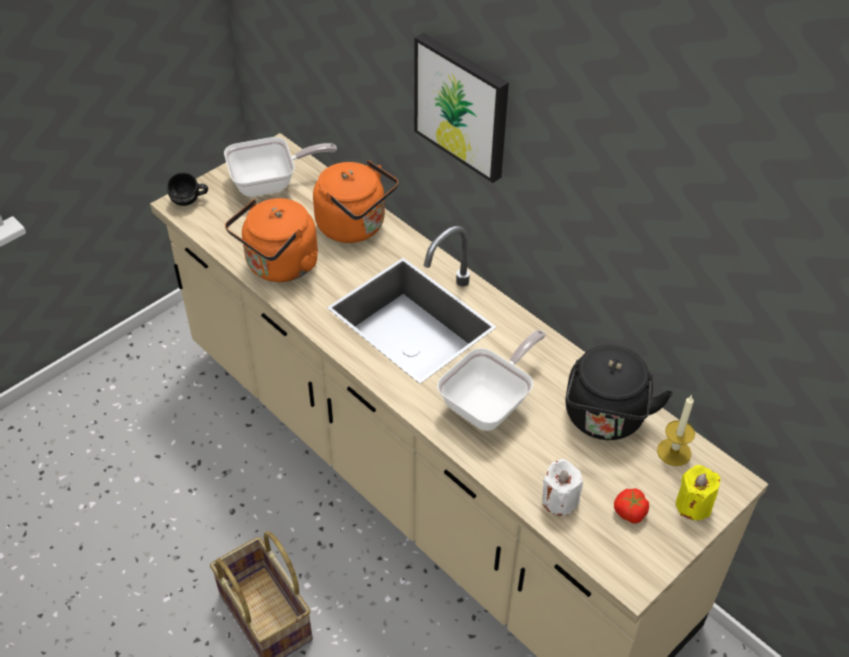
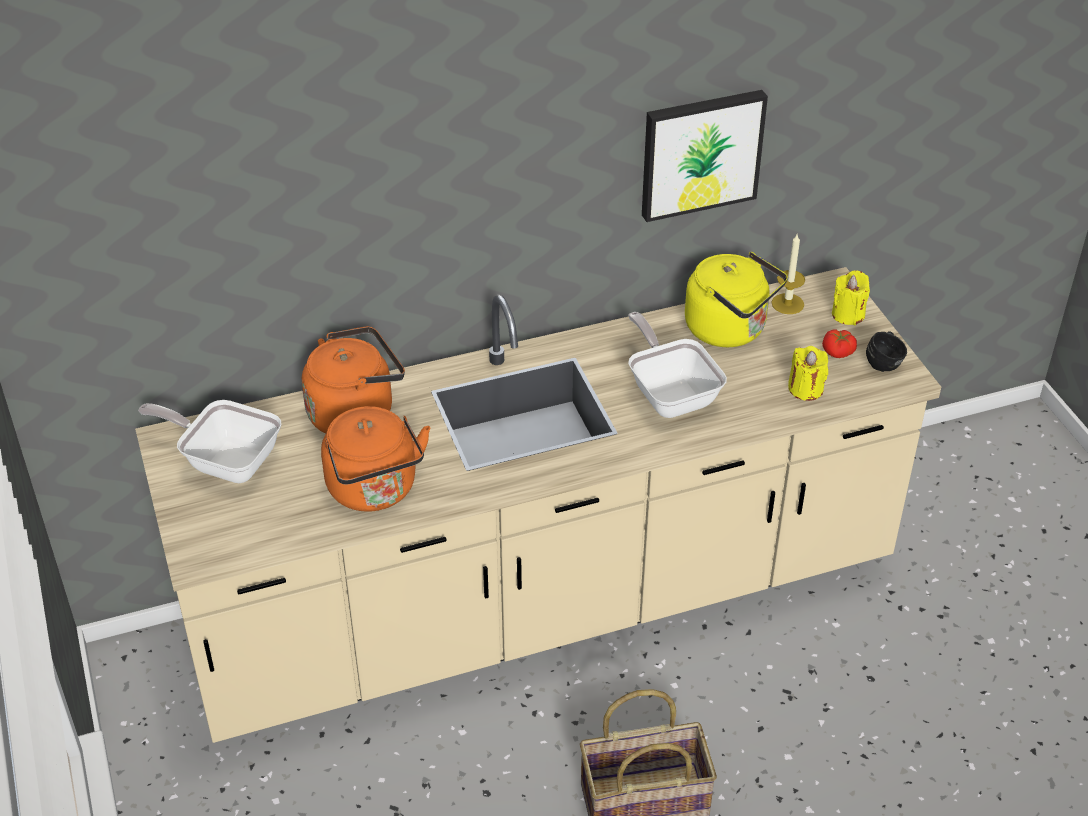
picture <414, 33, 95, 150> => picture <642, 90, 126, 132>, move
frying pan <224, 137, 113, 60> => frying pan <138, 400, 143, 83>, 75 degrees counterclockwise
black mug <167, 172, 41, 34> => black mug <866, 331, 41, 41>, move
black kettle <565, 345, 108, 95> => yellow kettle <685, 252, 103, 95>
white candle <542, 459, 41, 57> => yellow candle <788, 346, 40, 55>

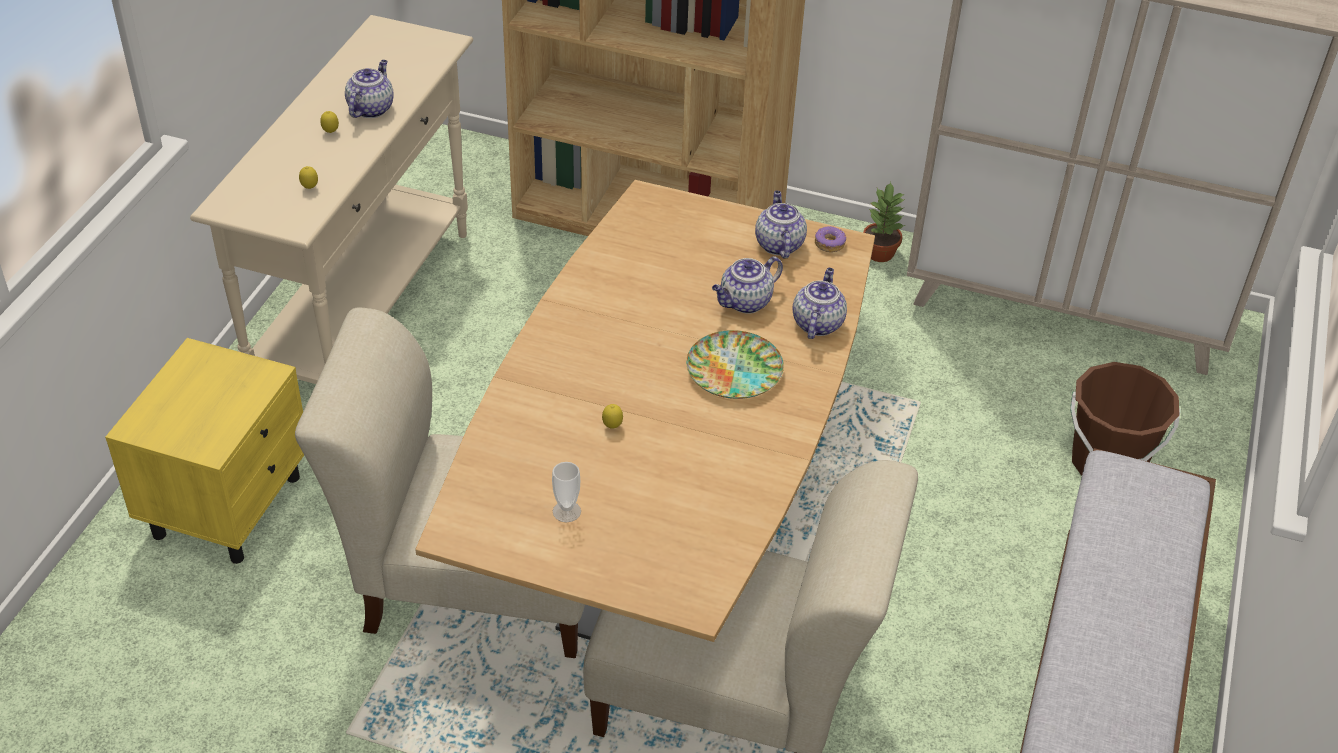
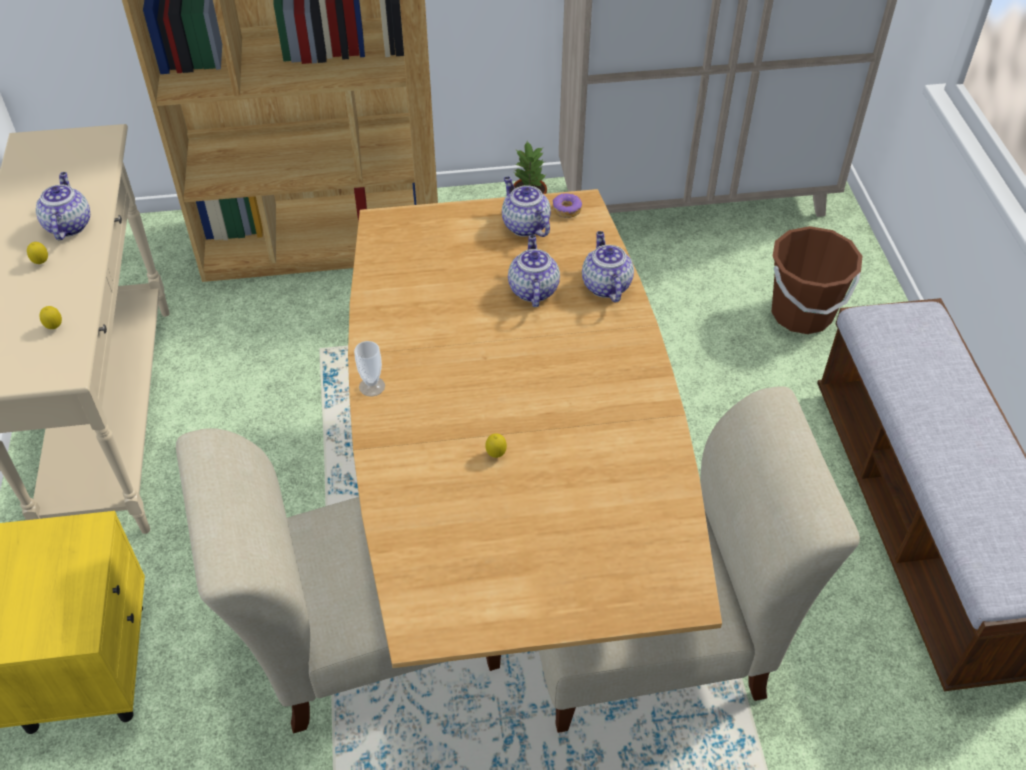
teapot <712, 256, 71, 58> => teapot <508, 235, 52, 72>, 150 degrees clockwise
plate <686, 330, 98, 69> => nothing
cup <552, 462, 29, 61> => cup <354, 341, 31, 55>, move

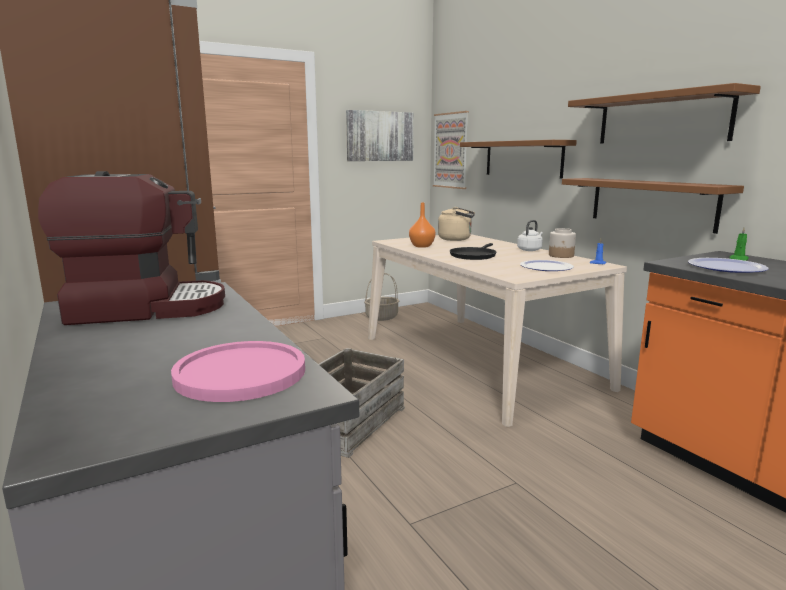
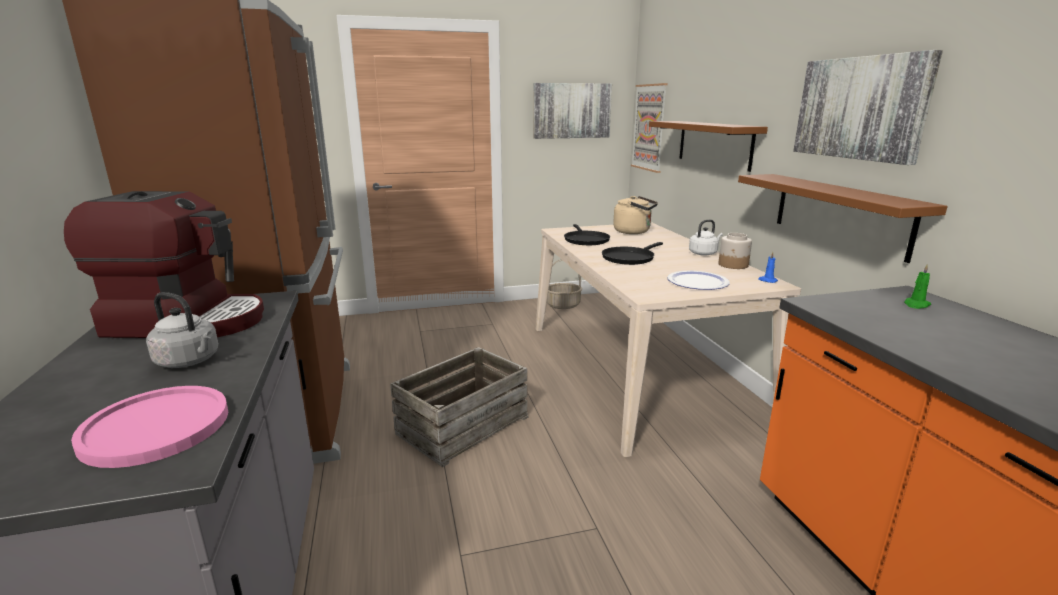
brown shelf <568, 83, 193, 61> => picture <793, 50, 150, 115>
orange vase <409, 202, 27, 46> => black frying pan <564, 224, 46, 21>
plate <688, 258, 81, 15> => nothing
nothing => grey kettle <146, 292, 73, 76>

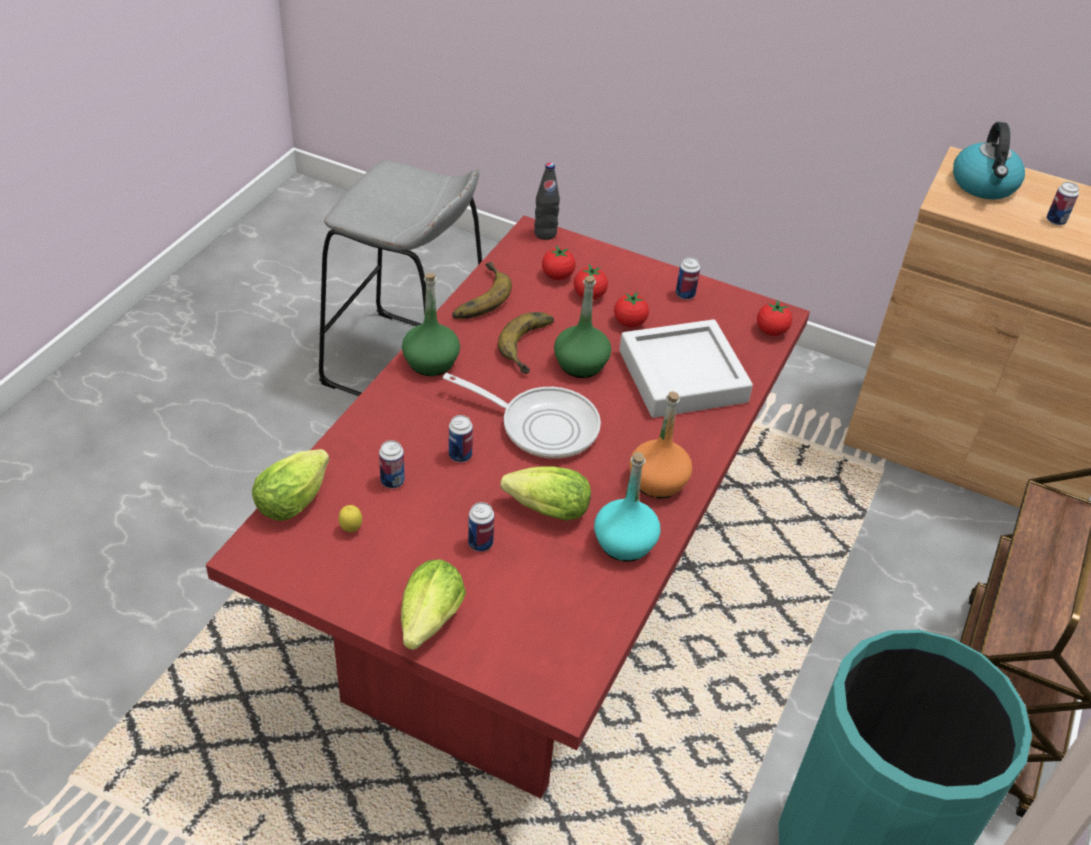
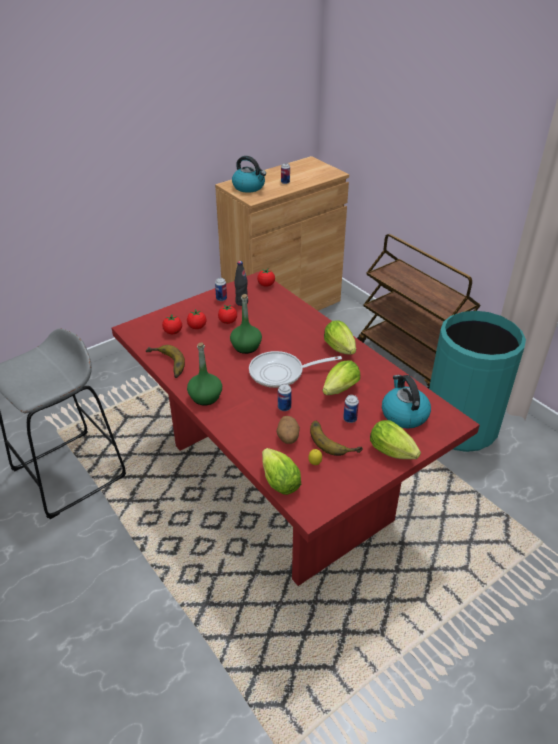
black bottle <534, 162, 26, 78> => black bottle <234, 261, 14, 45>, move
banana <498, 312, 56, 62> => banana <310, 421, 53, 35>, move
grey tray <619, 319, 134, 99> => nothing
frying pan <443, 373, 158, 86> => frying pan <249, 351, 93, 37>, 150 degrees counterclockwise
orange bottle <629, 391, 63, 108> => lettuce <324, 321, 32, 34>
can <379, 440, 26, 48> => potato <277, 416, 23, 28>
turquoise bottle <594, 452, 66, 110> => nothing
nothing => kettle <382, 375, 49, 53>

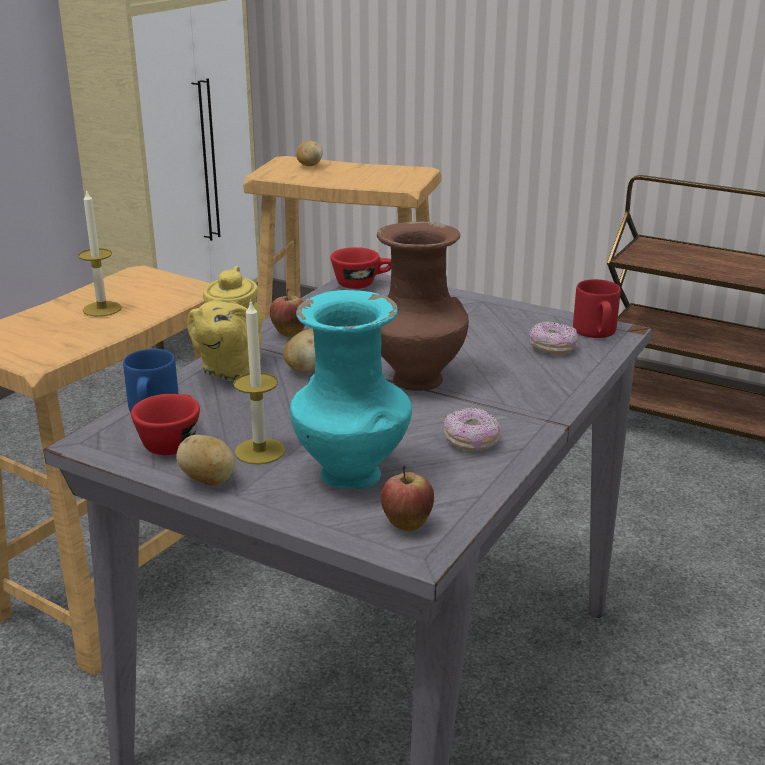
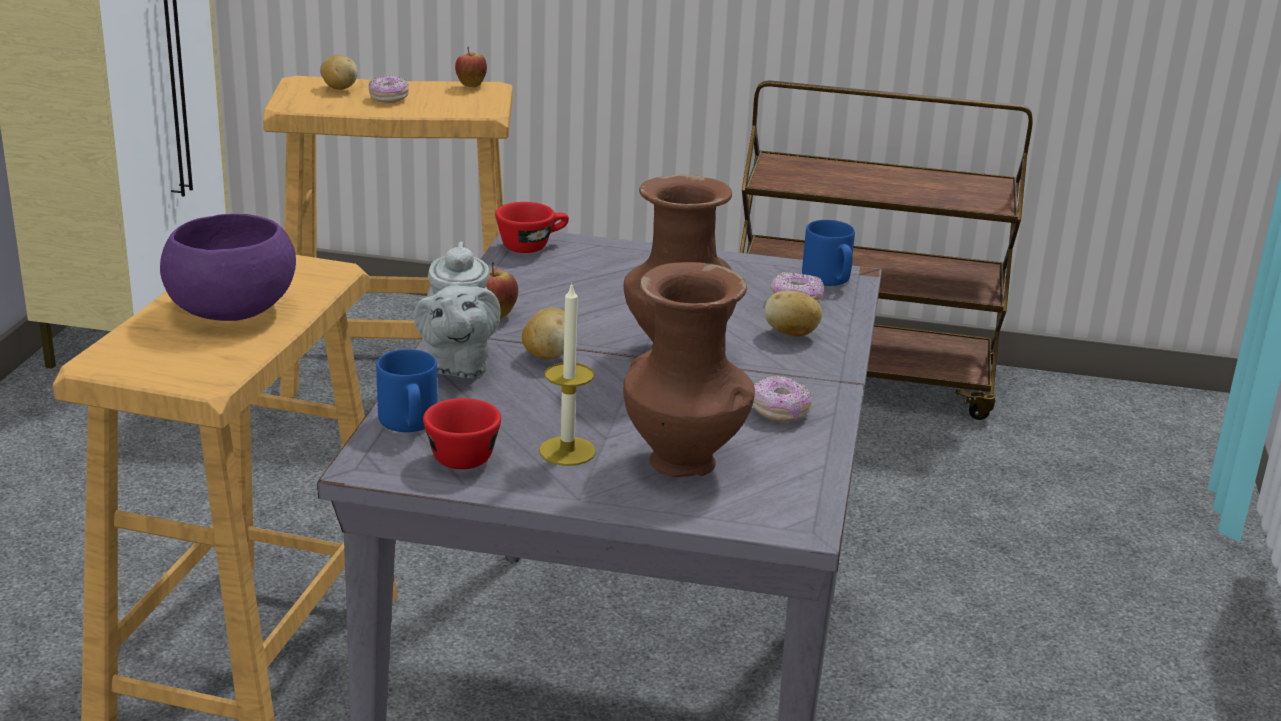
candle <78, 189, 44, 128> => purple bowl <160, 214, 136, 107>
yellow teapot <187, 266, 75, 115> => grey teapot <414, 241, 87, 137>
red mug <573, 279, 48, 59> => blue mug <802, 220, 53, 66>
turquoise vase <290, 290, 122, 200> => brown vase <623, 262, 132, 215>
potato <176, 435, 60, 51> => potato <765, 291, 57, 46>, move
apple <381, 466, 53, 66> => apple <455, 47, 32, 41>, move
nothing => donut <369, 75, 40, 28>

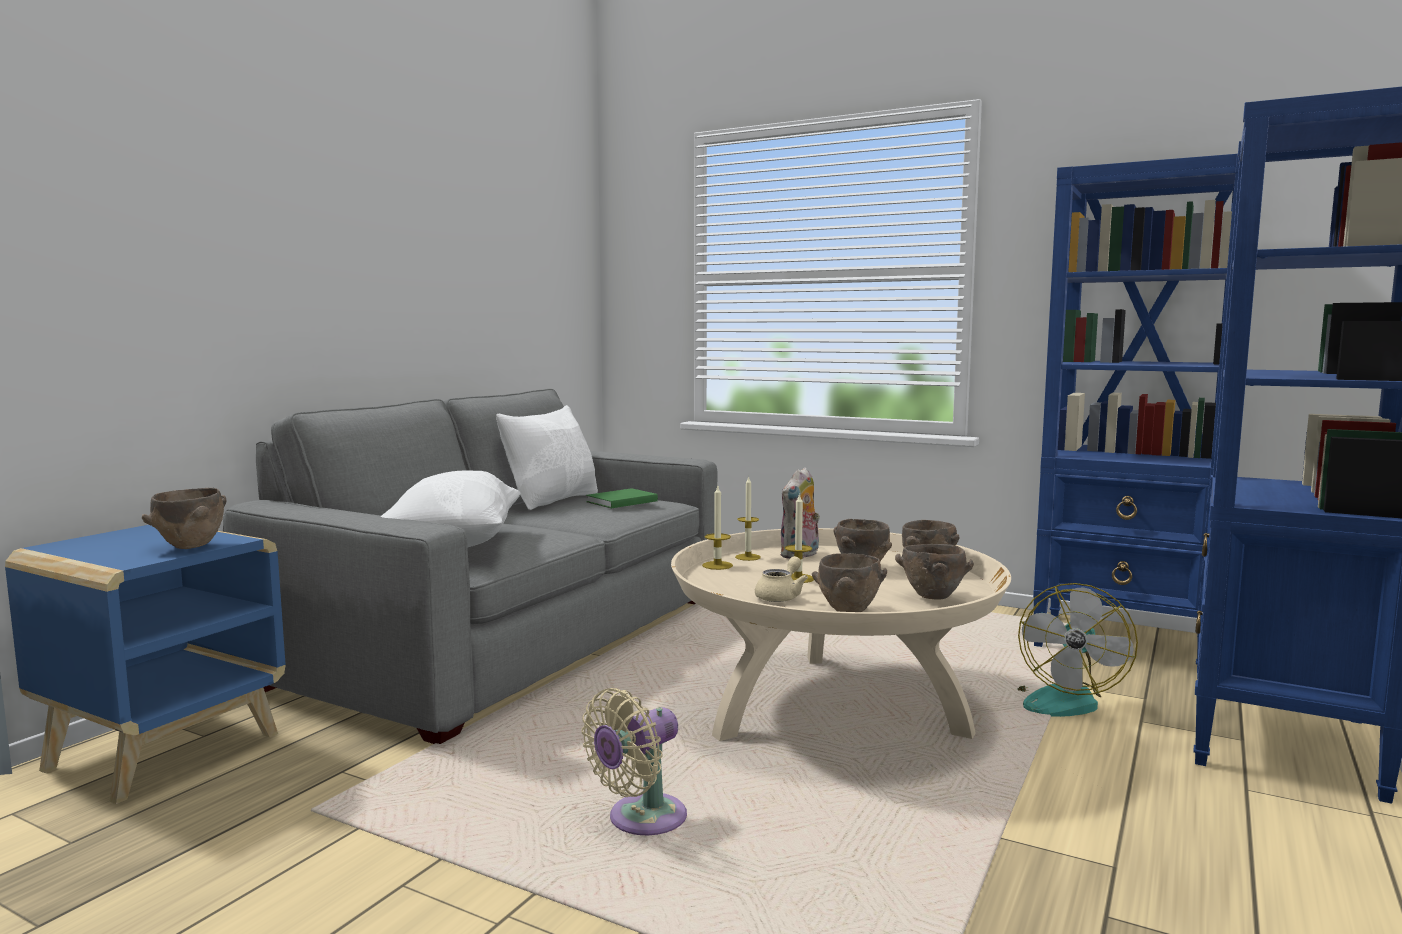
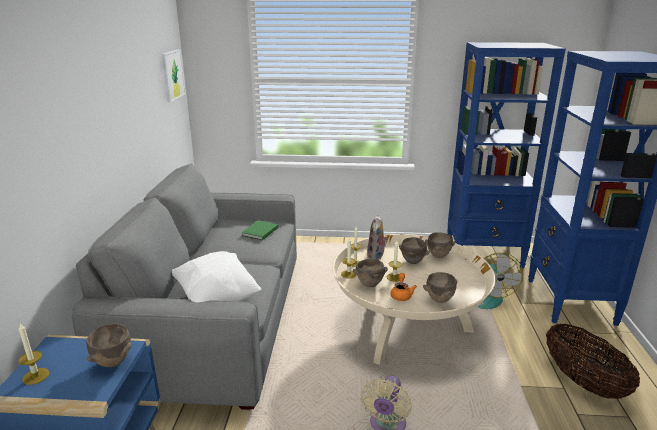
white pillow <496, 405, 102, 105> => nothing
brown bowl <895, 544, 79, 55> => brown bowl <353, 259, 35, 28>, move
beige teapot <755, 556, 53, 46> => orange teapot <390, 273, 27, 28>
nothing => picture <161, 49, 25, 53>
nothing => basket <546, 323, 94, 76>
nothing => candle <19, 324, 30, 61>

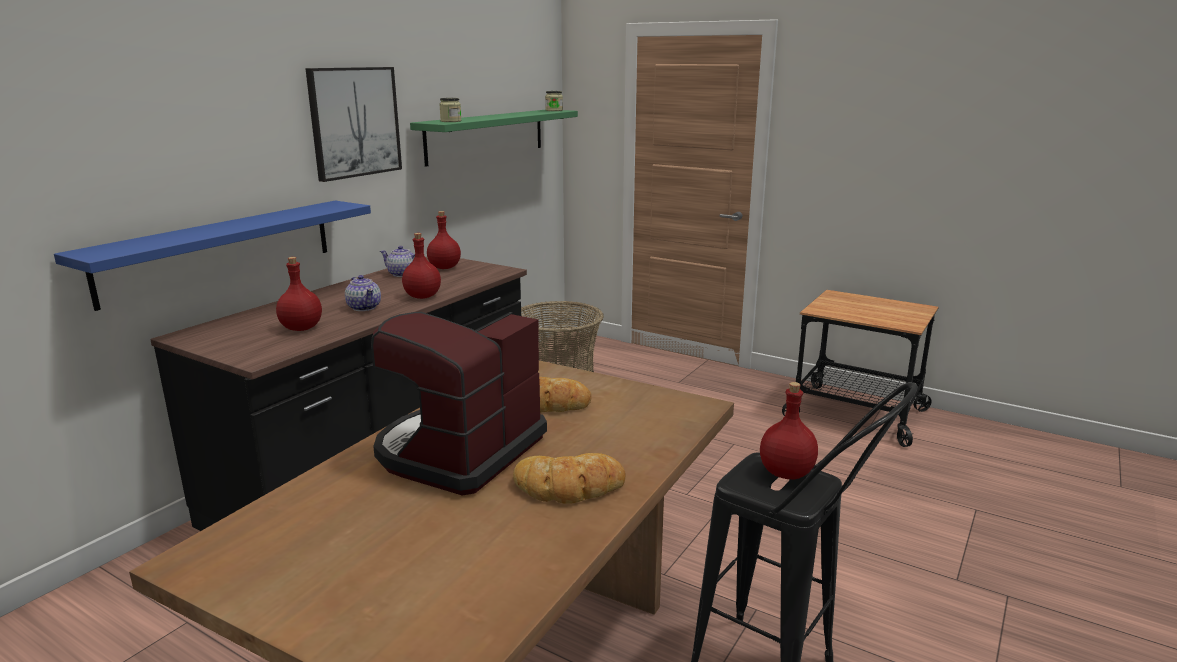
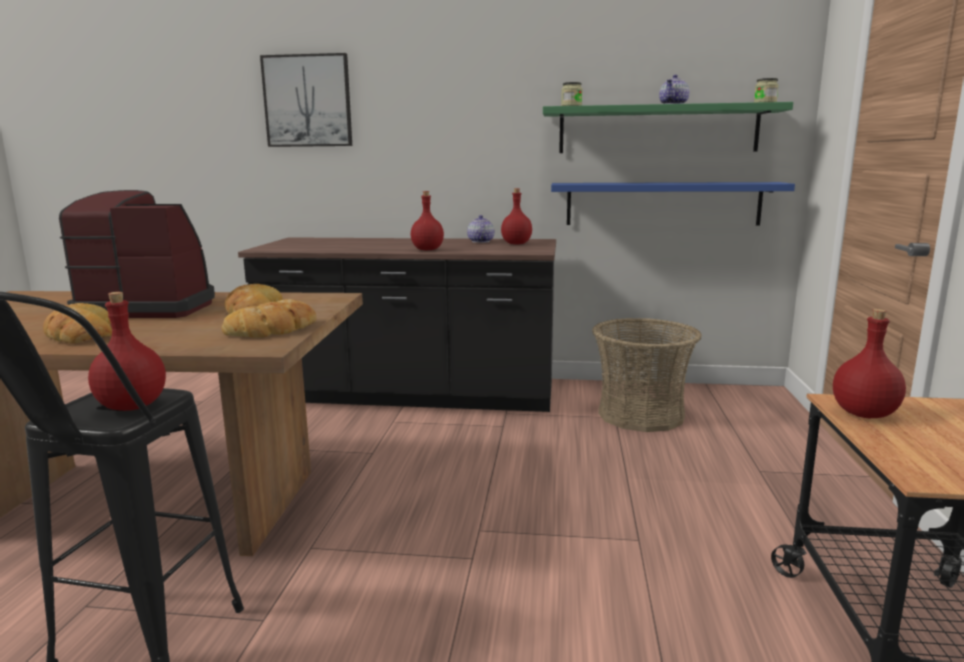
picture <305, 67, 97, 115> => picture <260, 53, 92, 94>, move
blue shelf <54, 201, 317, 110> => blue shelf <551, 182, 244, 44>, move
red bottle <276, 257, 46, 74> => red bottle <833, 309, 73, 109>, move
teapot <345, 275, 36, 36> => teapot <659, 75, 31, 29>, move
nothing => bread <222, 299, 94, 39>

